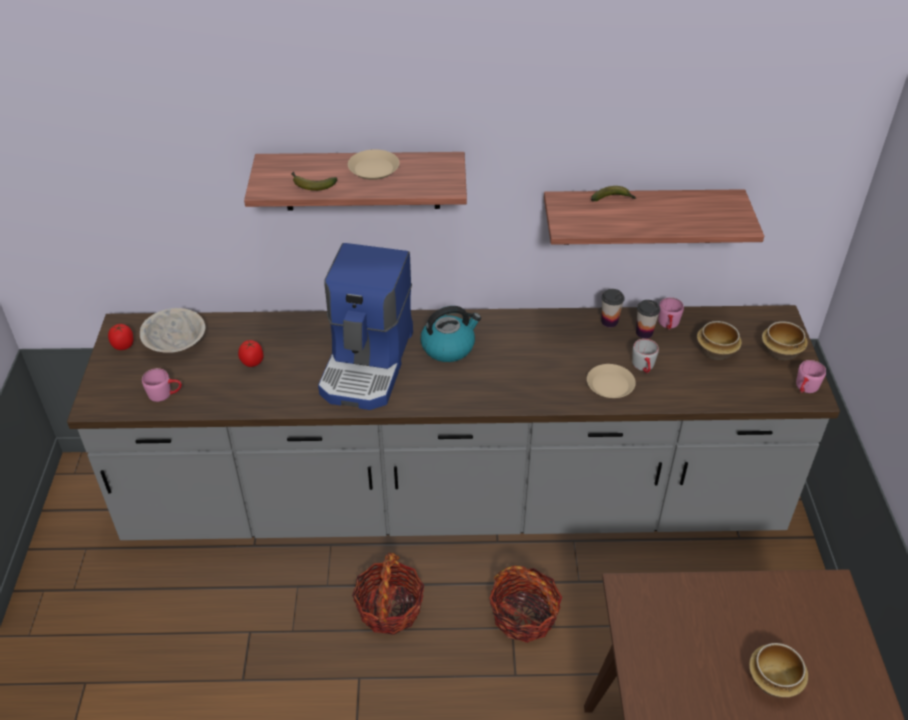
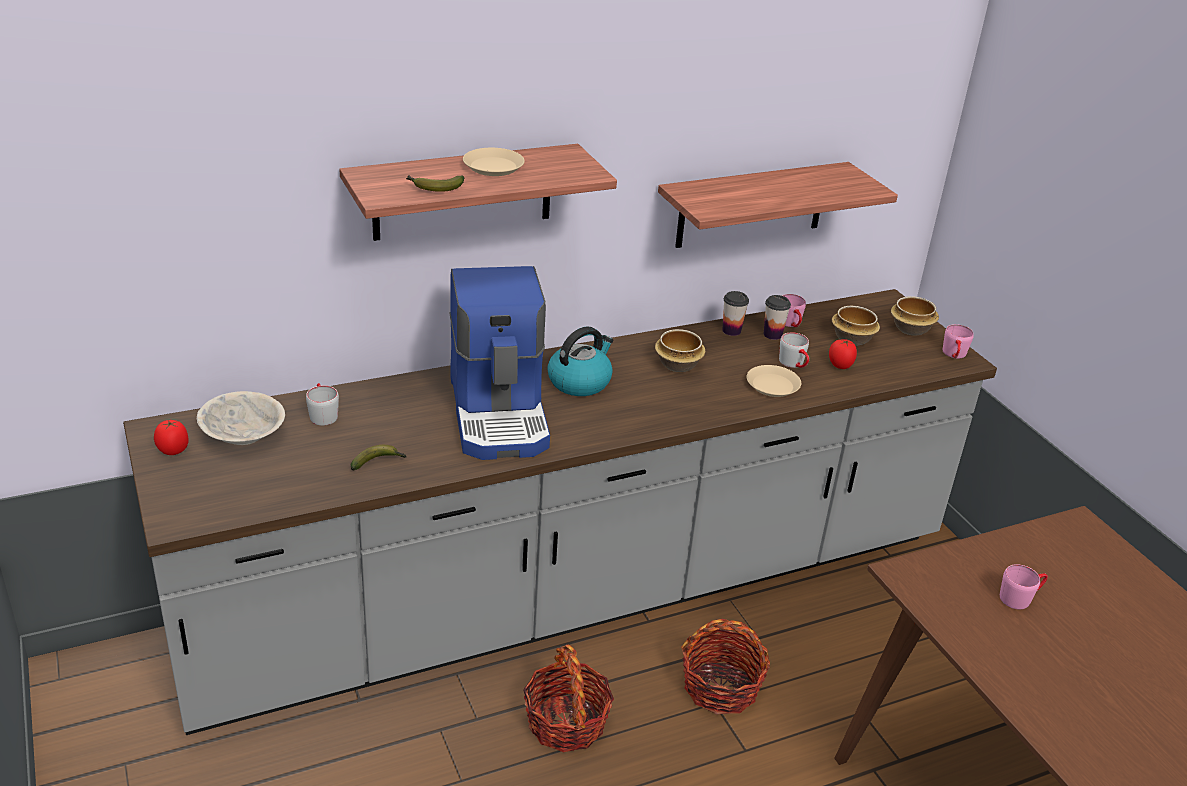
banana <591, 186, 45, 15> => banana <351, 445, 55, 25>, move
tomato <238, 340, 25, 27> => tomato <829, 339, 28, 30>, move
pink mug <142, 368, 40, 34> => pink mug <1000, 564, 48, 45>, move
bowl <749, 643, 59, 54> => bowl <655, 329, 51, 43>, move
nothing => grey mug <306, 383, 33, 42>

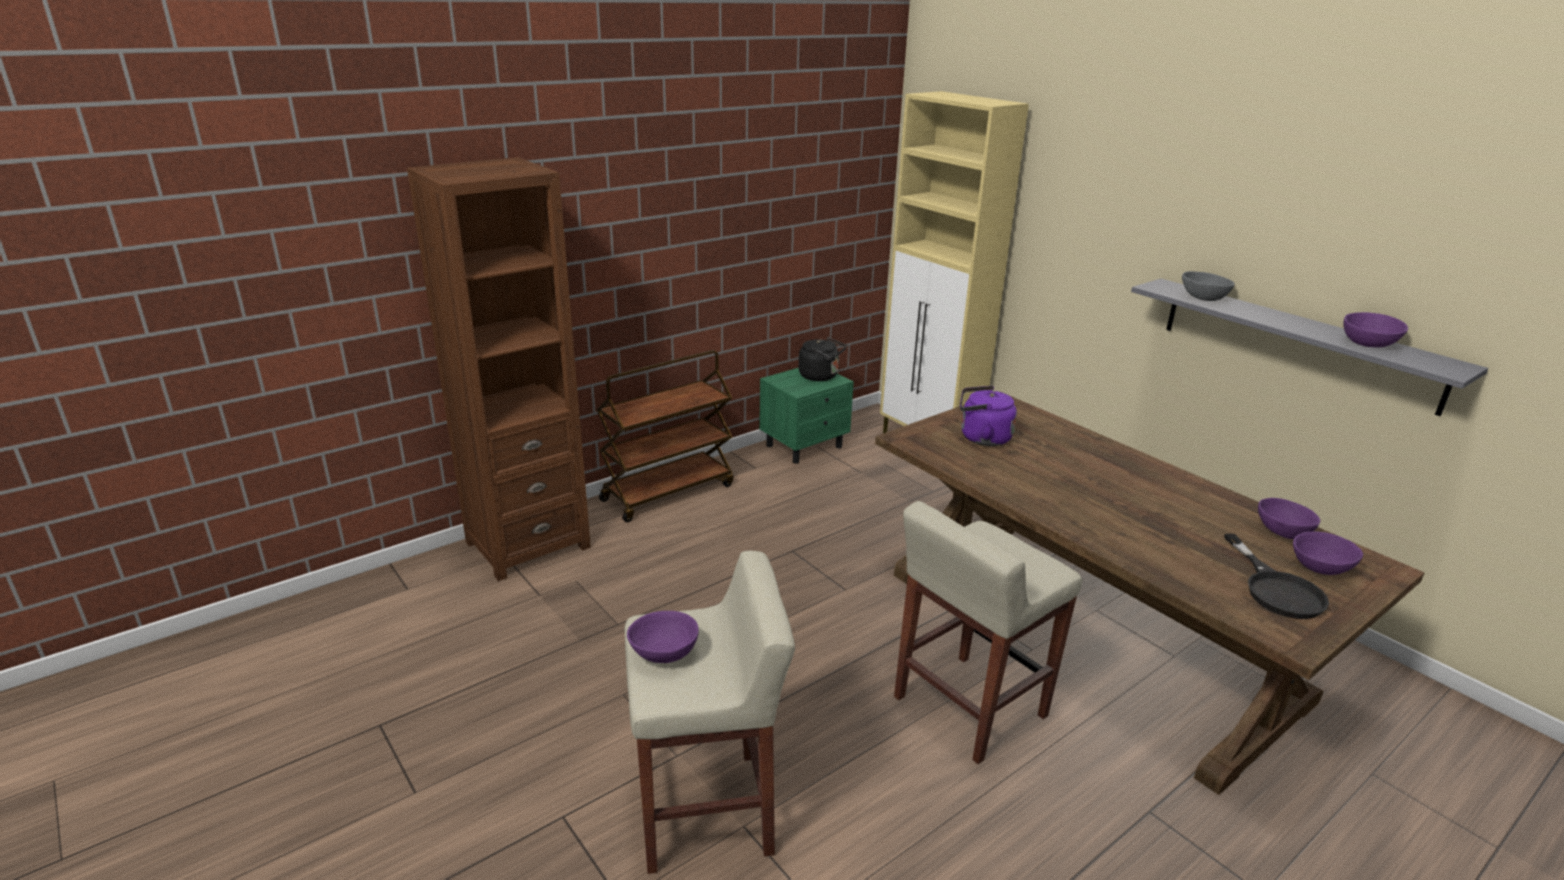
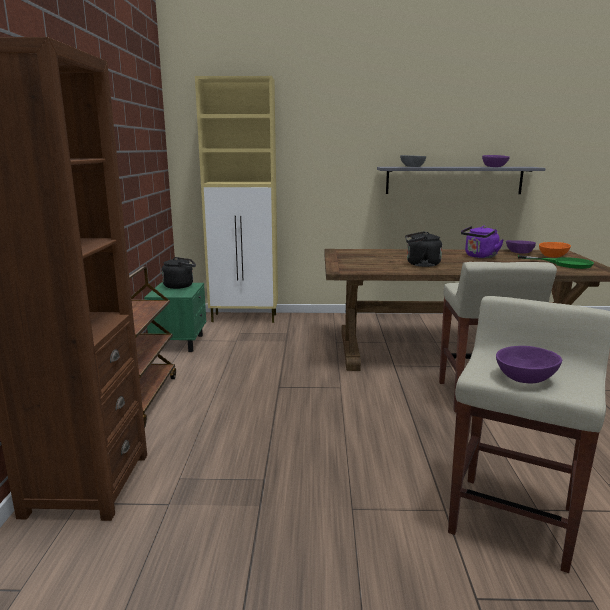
purple kettle <960, 386, 57, 60> => purple kettle <461, 226, 43, 32>, move
purple bowl <1293, 531, 70, 44> => orange bowl <539, 242, 32, 15>
black frying pan <1224, 534, 105, 85> => green frying pan <518, 255, 76, 14>
nothing => black kettle <405, 231, 37, 36>

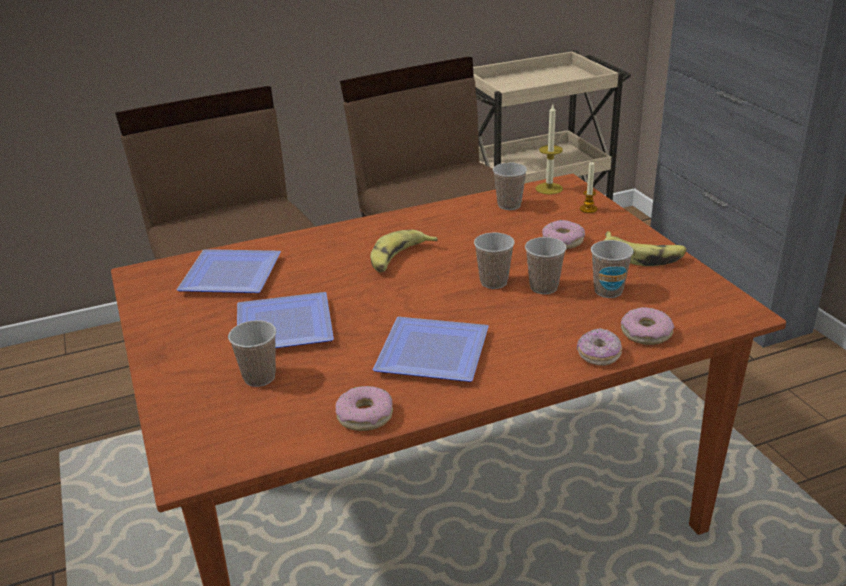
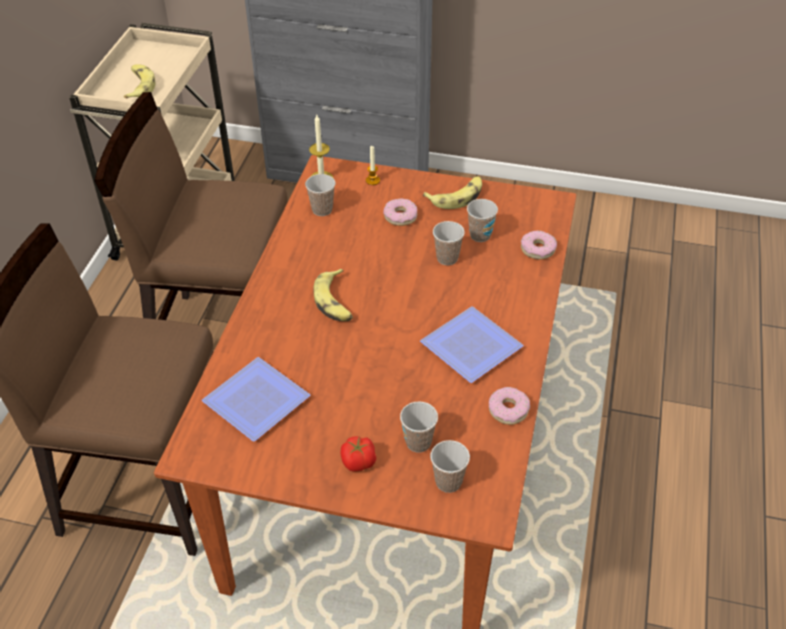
cup <474, 232, 41, 57> => cup <430, 440, 40, 53>, move
plate <237, 292, 97, 56> => nothing
donut <577, 328, 45, 38> => nothing
nothing => banana <124, 64, 31, 35>
nothing => tomato <341, 435, 35, 37>

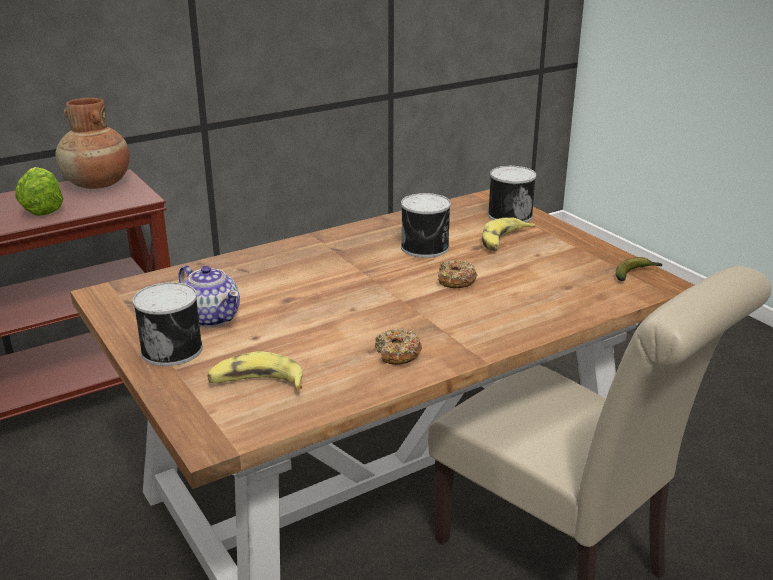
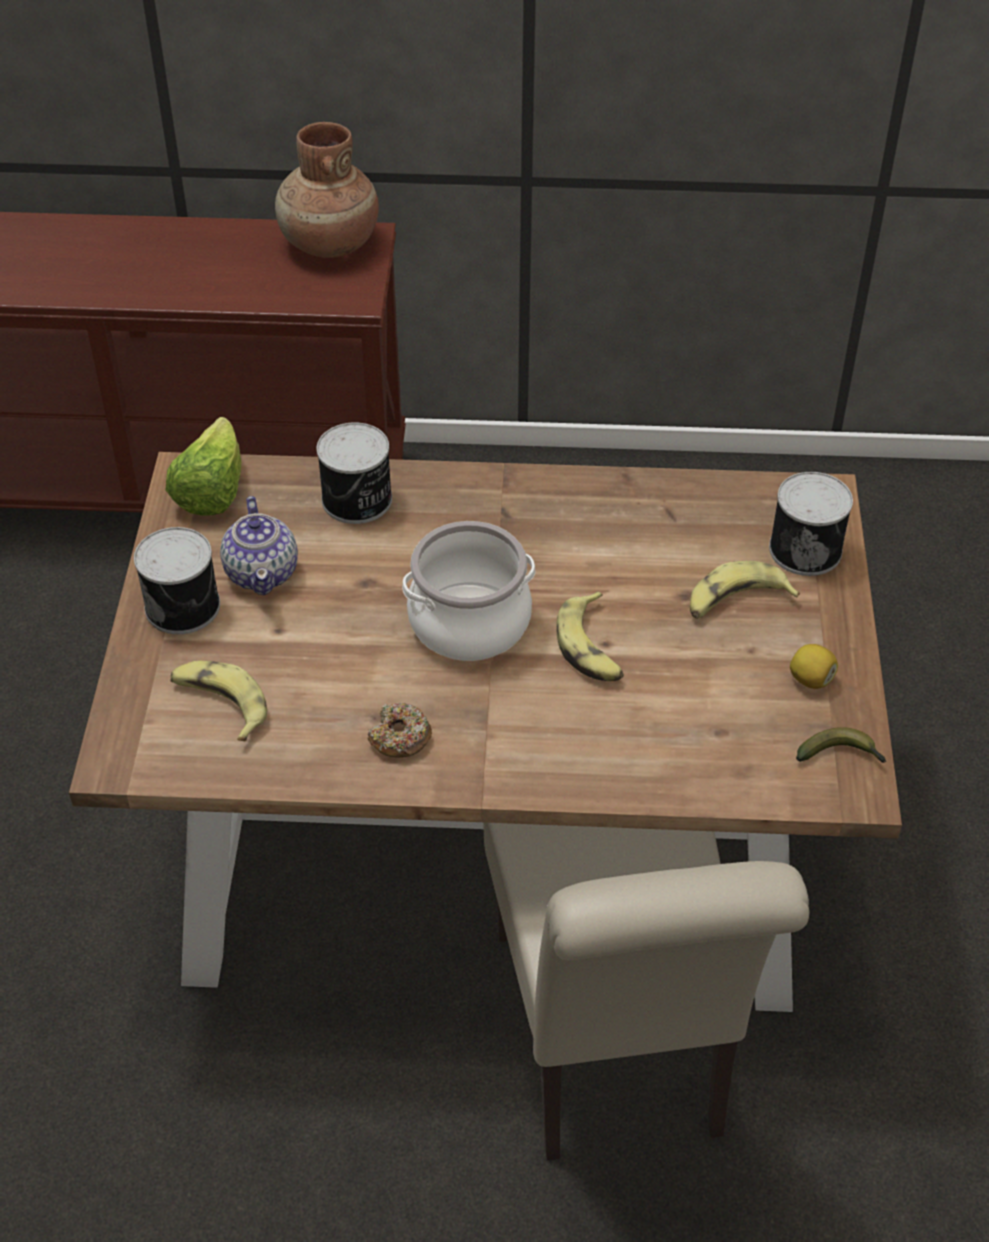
lettuce <15, 167, 49, 49> => lettuce <166, 417, 75, 99>, move
can <401, 193, 50, 65> => can <317, 422, 75, 102>, move
donut <438, 260, 39, 28> => banana <556, 591, 68, 90>
nothing => cooking pot <402, 521, 133, 140>
nothing => lemon <790, 644, 48, 45>

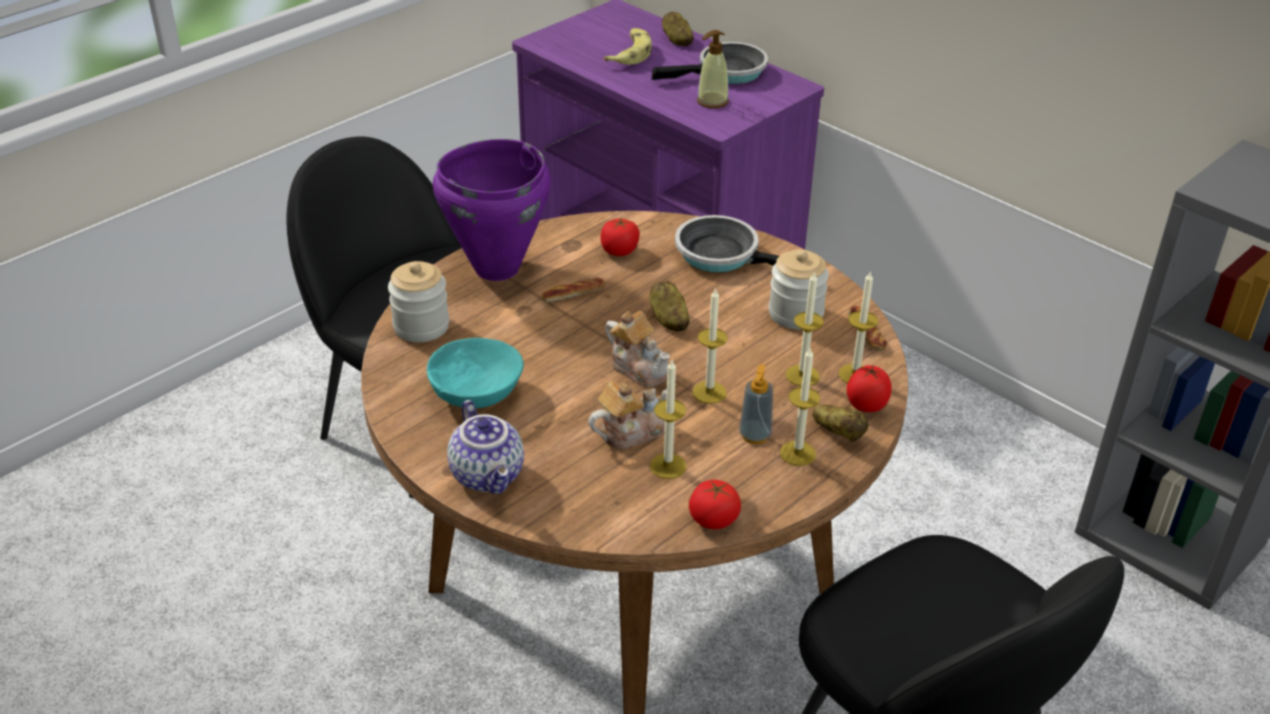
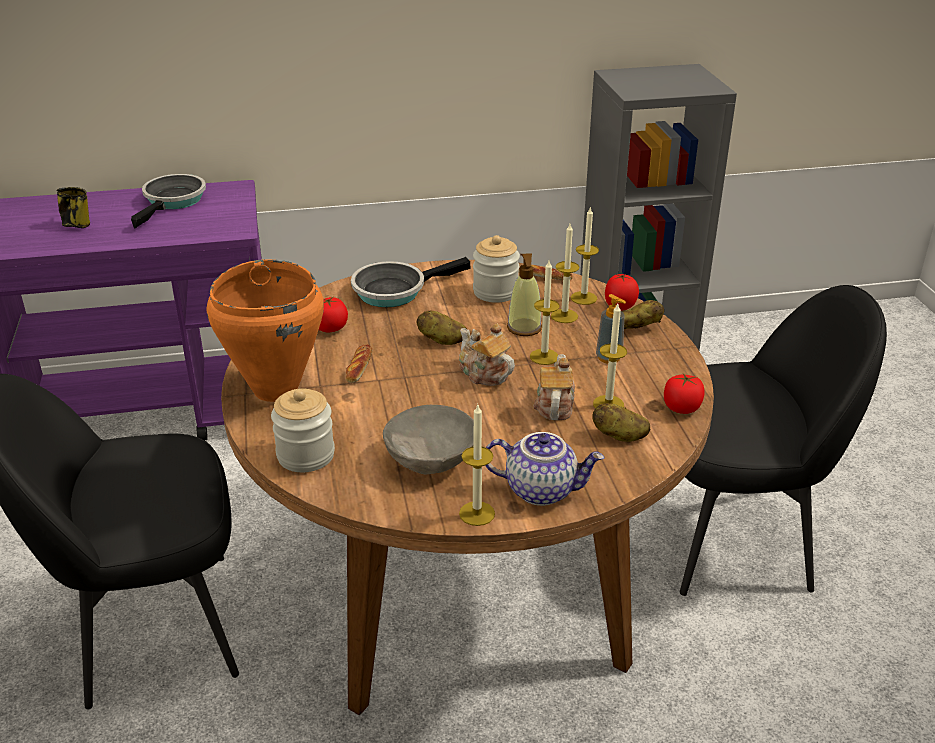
potato <662, 12, 32, 34> => potato <592, 403, 58, 39>, move
banana <604, 28, 48, 37> => mug <57, 187, 33, 41>
soap dispenser <697, 30, 32, 78> => soap dispenser <507, 253, 35, 83>, move
purple cooking pot <433, 139, 118, 142> => orange cooking pot <207, 259, 117, 143>
teapot <605, 311, 66, 76> => teapot <459, 323, 56, 63>, 120 degrees counterclockwise
turquoise bowl <427, 338, 97, 70> => grey bowl <383, 405, 91, 69>
candle <780, 348, 40, 118> => candle <459, 405, 36, 121>, move

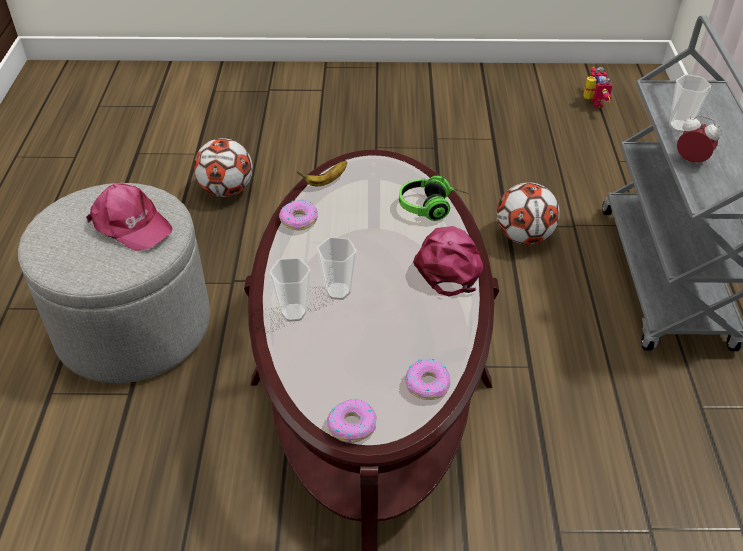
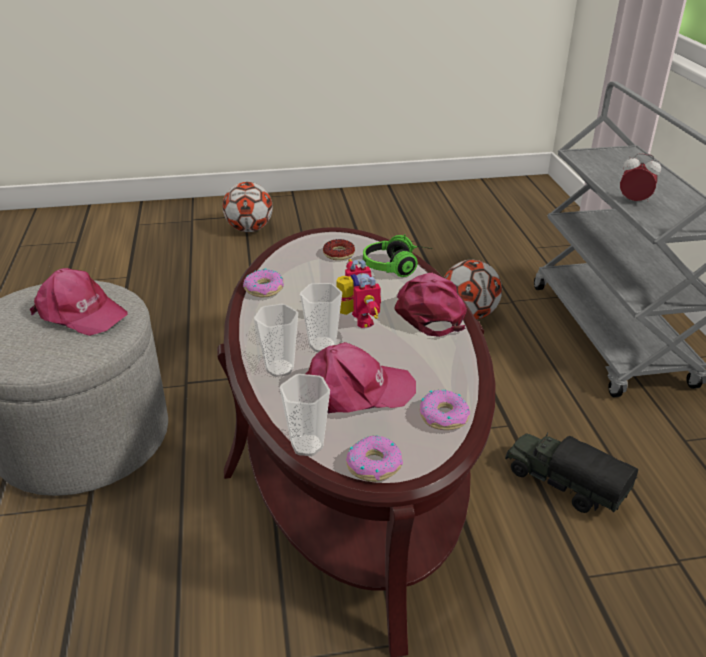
toy robot <583, 66, 30, 42> => toy robot <336, 259, 45, 69>, move
cup <669, 74, 42, 58> => cup <279, 374, 51, 82>, move
football <194, 138, 59, 59> => football <222, 182, 51, 50>, move
banana <297, 161, 50, 25> => nothing
nothing => donut <323, 239, 32, 21>
nothing => pink cap <306, 342, 110, 72>
nothing => toy truck <505, 432, 133, 81>

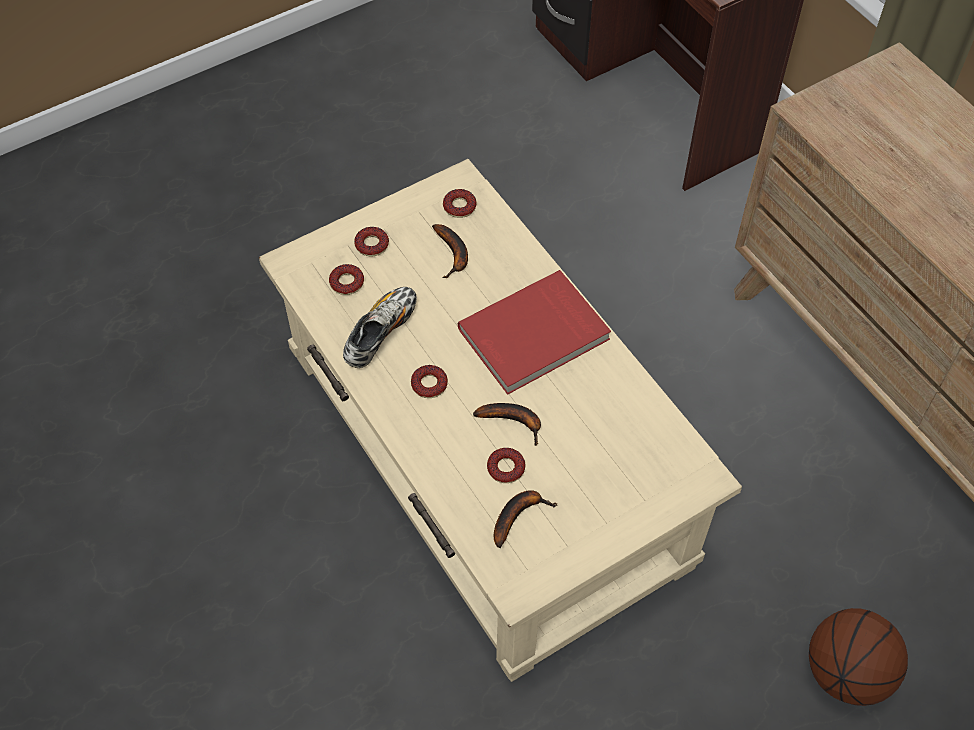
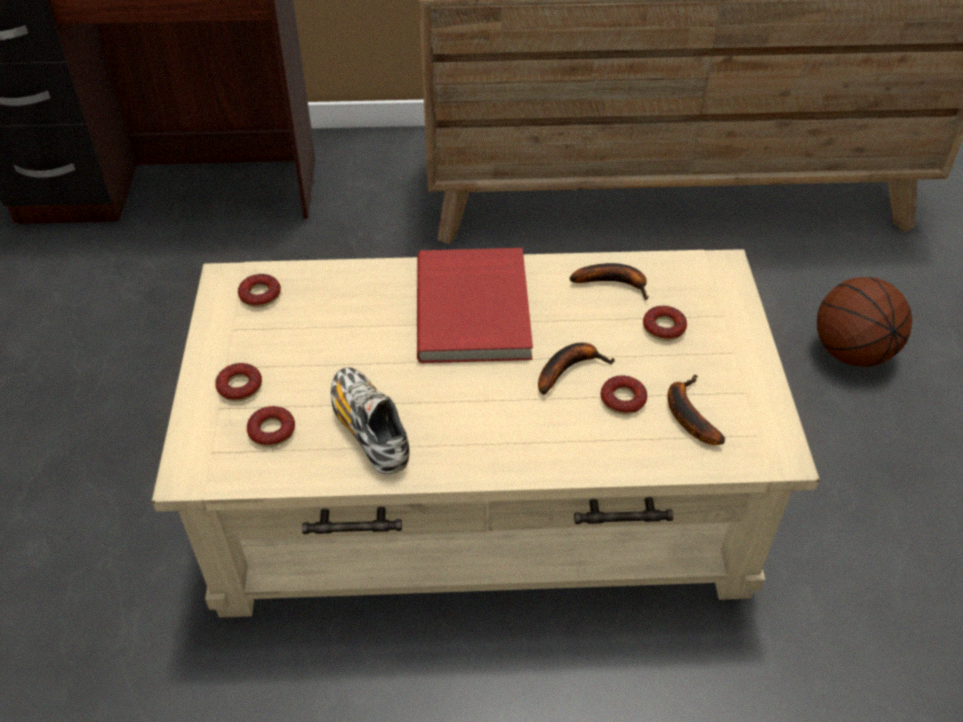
banana <432, 224, 36, 54> => banana <570, 263, 79, 38>, move
donut <411, 365, 37, 33> => donut <643, 306, 44, 35>, move

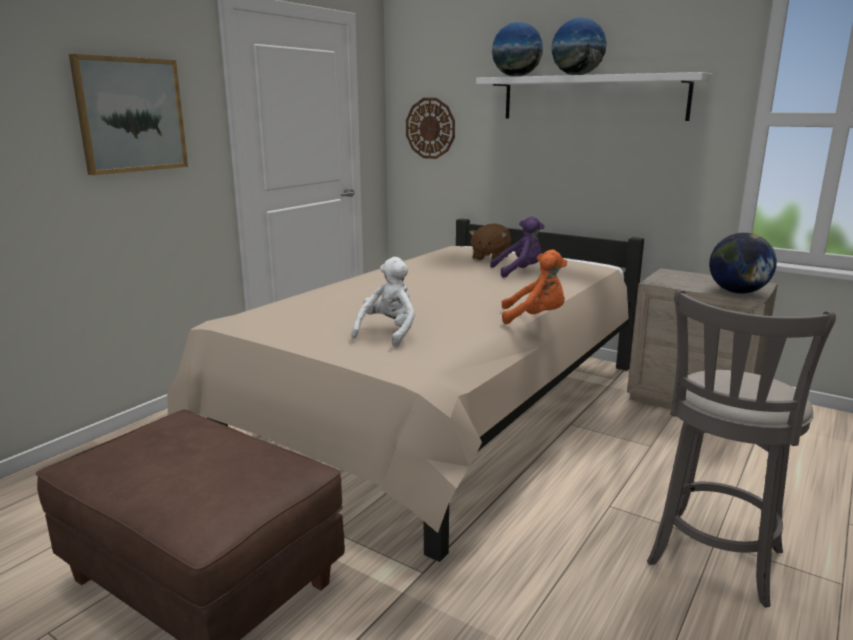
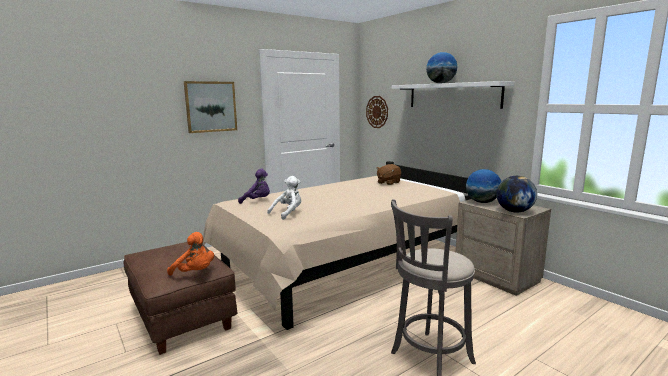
globe <492, 22, 51, 55> => globe <466, 169, 35, 34>, move
purple plush toy <490, 216, 54, 62> => purple plush toy <238, 169, 32, 35>, move
orange plush toy <502, 250, 65, 74> => orange plush toy <167, 232, 47, 44>, move

